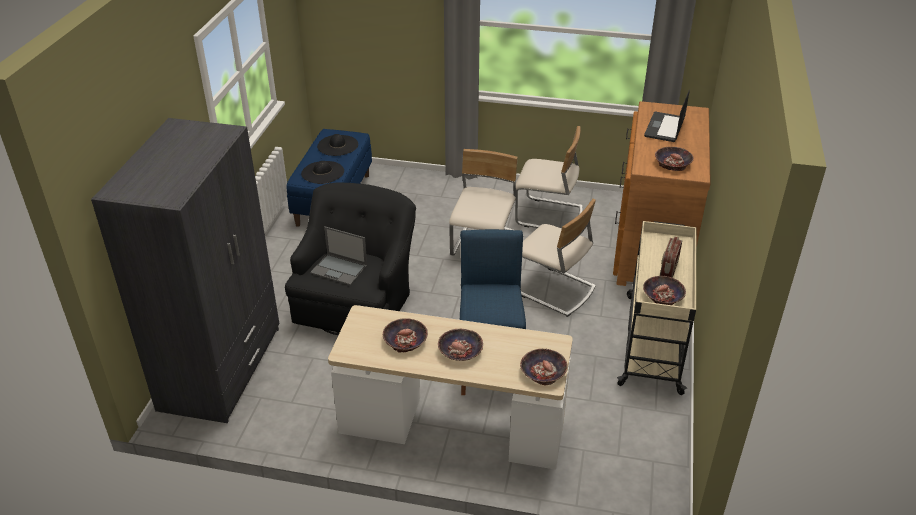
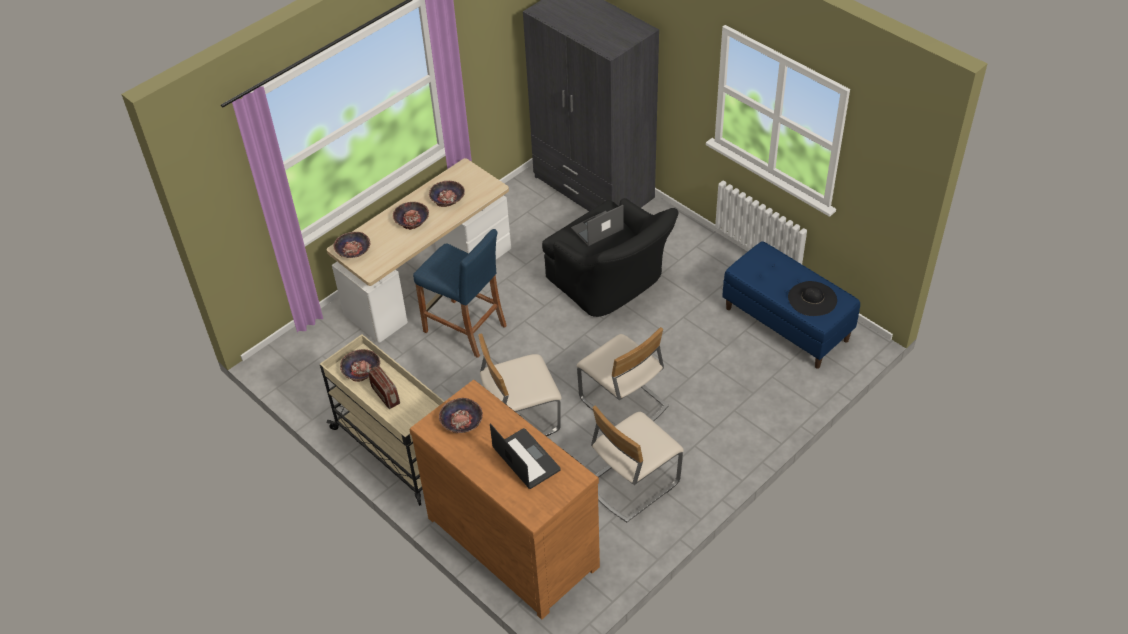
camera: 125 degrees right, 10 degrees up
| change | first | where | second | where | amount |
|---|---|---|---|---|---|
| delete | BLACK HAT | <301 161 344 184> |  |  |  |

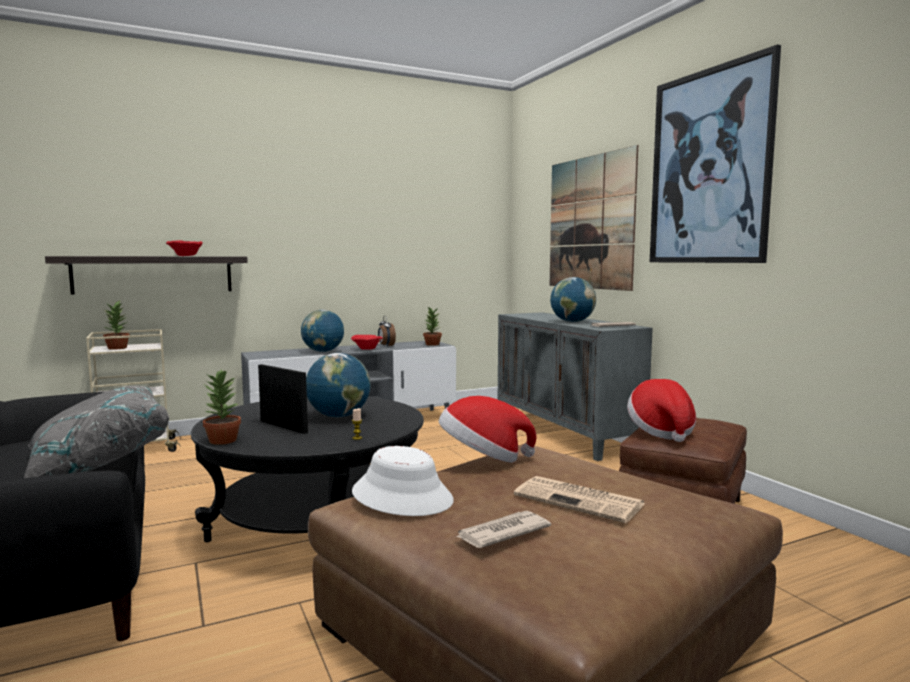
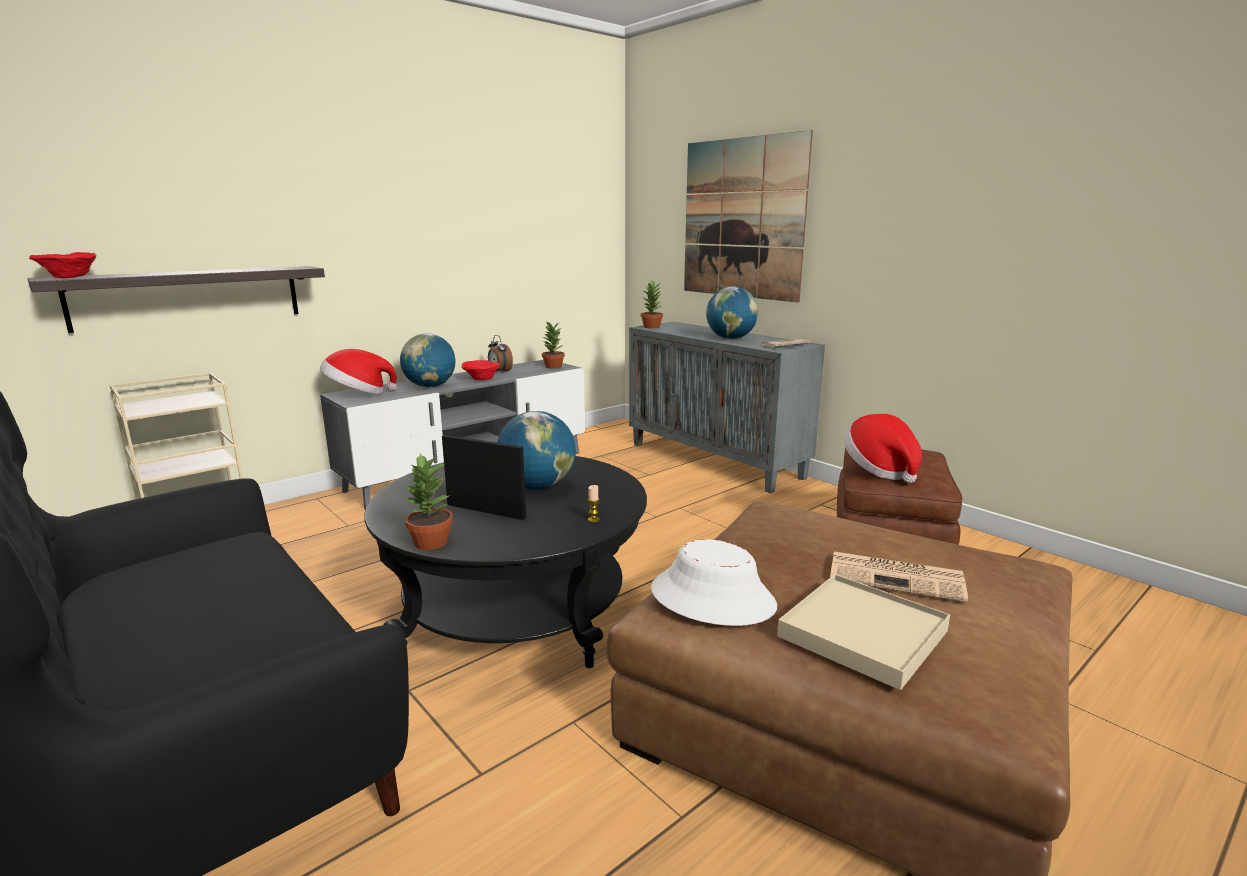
camera: 15 degrees left, 10 degrees up
| change | first | where | second | where | amount |
|---|---|---|---|---|---|
| move | RED BOWL | <166 240 203 256> |  | <29 252 97 278> |  |
| move | HAT | <439 396 536 463> |  | <320 349 397 394> |  |
| move | POTTED PLANT | <102 301 130 350> |  | <641 280 663 329> |  |
| replace | NEWSPAPER | <456 511 551 548> | BEIGE TRAY | <777 574 950 690> |  |
| delete | GREY PILLOW | <24 386 169 478> |  |  |  |
| delete | PICTURE | <650 44 781 263> |  |  |  |

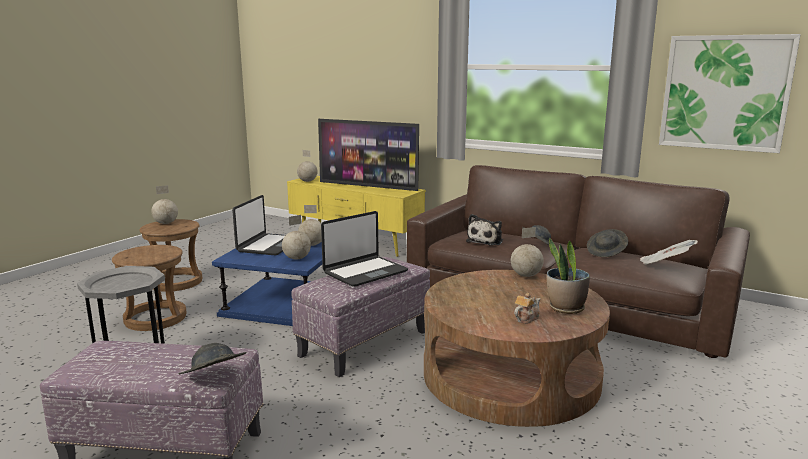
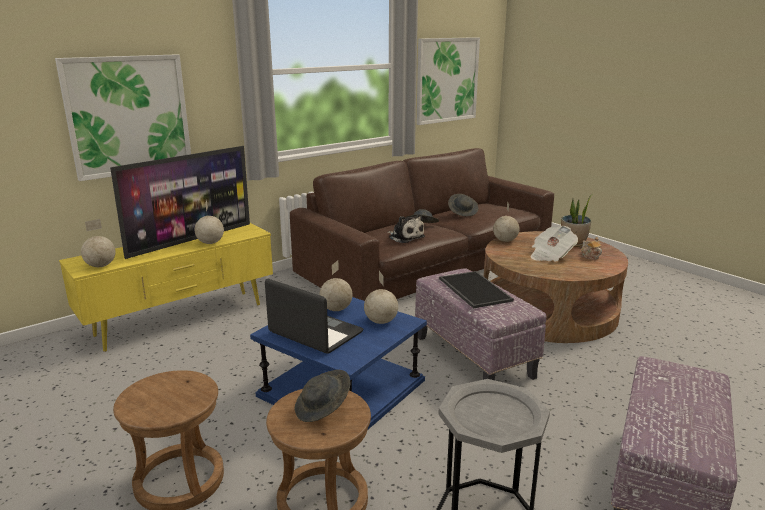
camera: 70 degrees left, 5 degrees up
| change | first | where | second | where | amount |
|---|---|---|---|---|---|
| insert |  |  | PICTURE | <55 54 191 181> |  |
| move | GLOBE | <151 185 178 224> |  | <195 200 224 244> |  |
| move | GREY HAT | <179 343 247 374> |  | <295 370 350 422> |  |
| replace | LAPTOP | <321 211 408 287> | TRAY | <439 271 514 308> |  |
| move | NEWSPAPER | <640 240 698 265> |  | <531 226 578 262> |  |

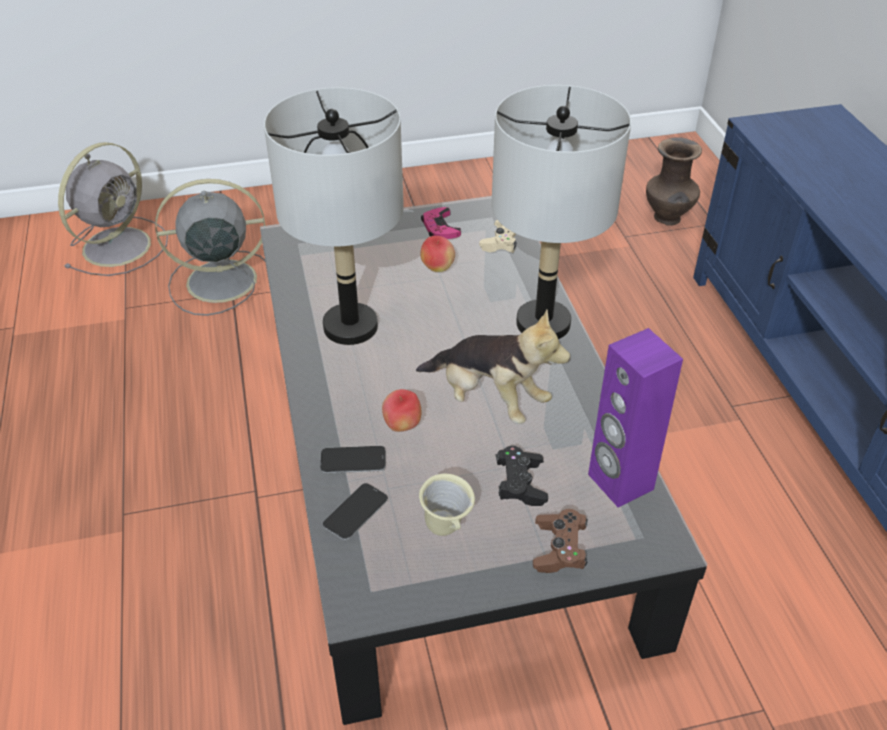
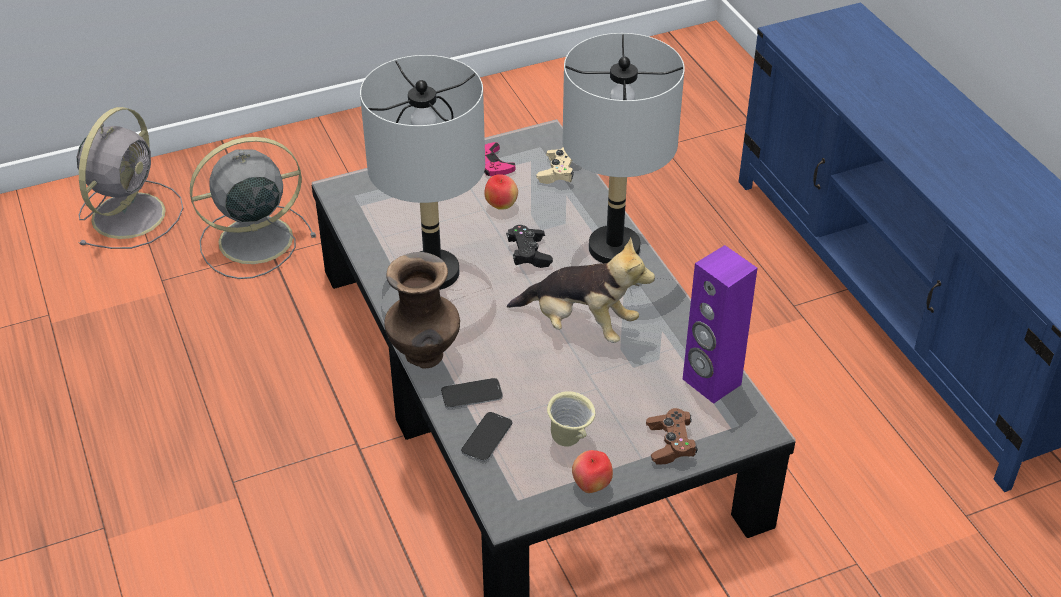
camera: 10 degrees left, 0 degrees up
| change | first | where | second | where | amount |
|---|---|---|---|---|---|
| move | BROWN VASE | <646 137 702 226> |  | <384 252 460 369> |  |
| move | BLACK GAME CONTROLLER | <495 446 548 506> |  | <506 225 553 268> |  |
| move | APPLE | <382 389 421 432> |  | <572 450 613 493> |  |

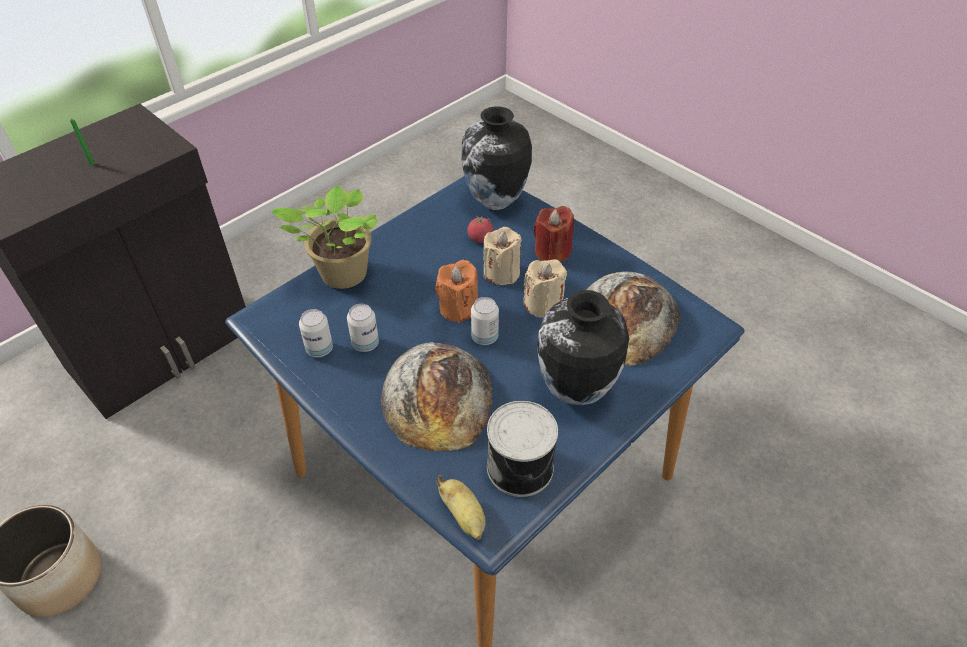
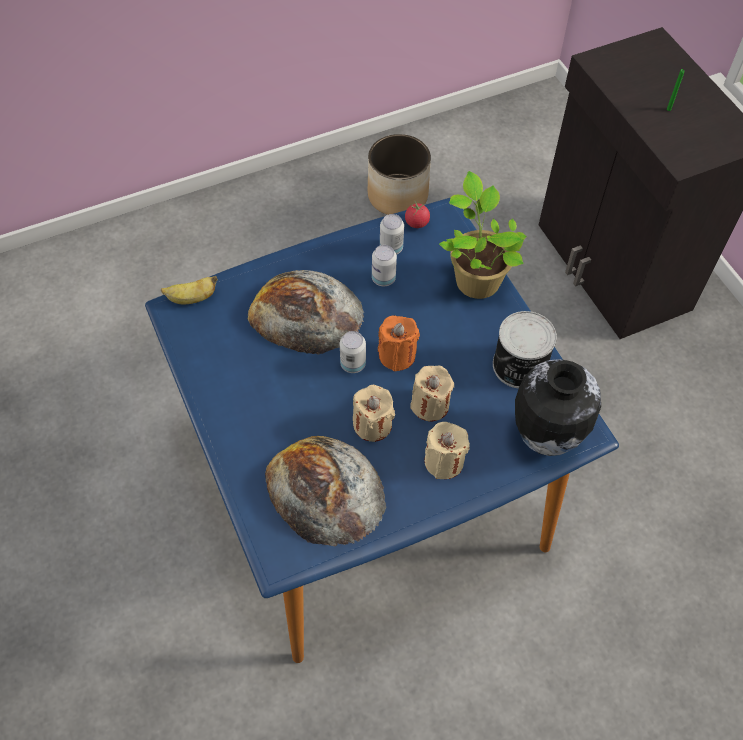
camera: 110 degrees right, 10 degrees up
| change | first | where | second | where | amount |
|---|---|---|---|---|---|
| move | TOMATO | <467 216 493 243> |  | <405 201 430 228> |  |
| recolor | RED CANDLE | <533 206 574 262> | BEIGE CANDLE | <424 422 470 479> |  |
| move | CAN | <487 401 558 497> |  | <493 311 557 389> |  |
| delete | VASE | <537 290 629 405> |  |  |  |

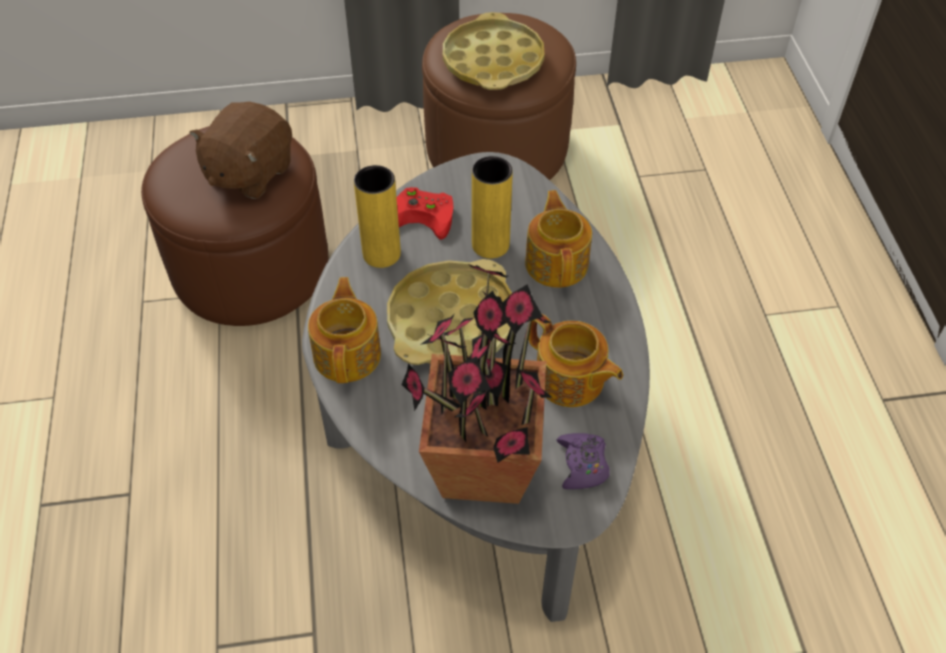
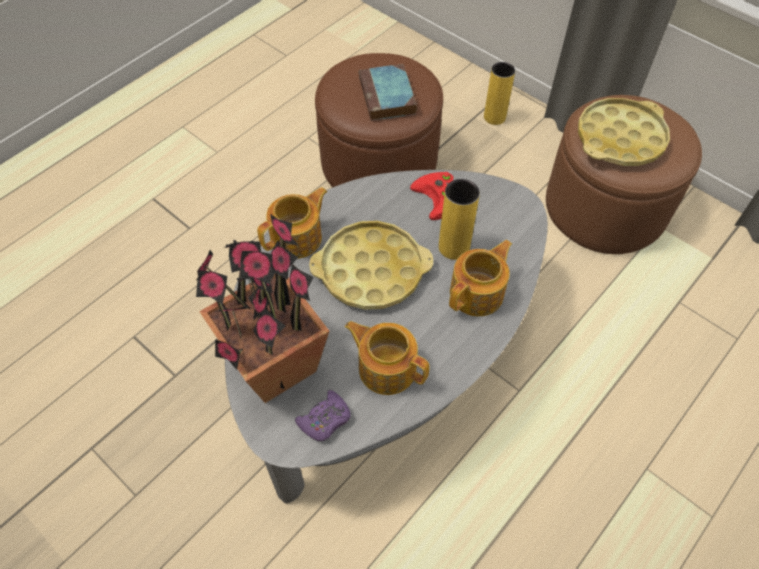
camera: 50 degrees right, 5 degrees up
| change | first | where | second | where | amount |
|---|---|---|---|---|---|
| rotate | TEAPOT | <529 313 623 407> |  | <345 321 429 395> | 120 degrees clockwise |
| replace | BROWN PLUSH TOY | <189 101 292 199> | BOOK | <359 64 417 121> |  |
| move | YELLOW VASE | <354 165 401 268> |  | <484 62 515 125> |  |

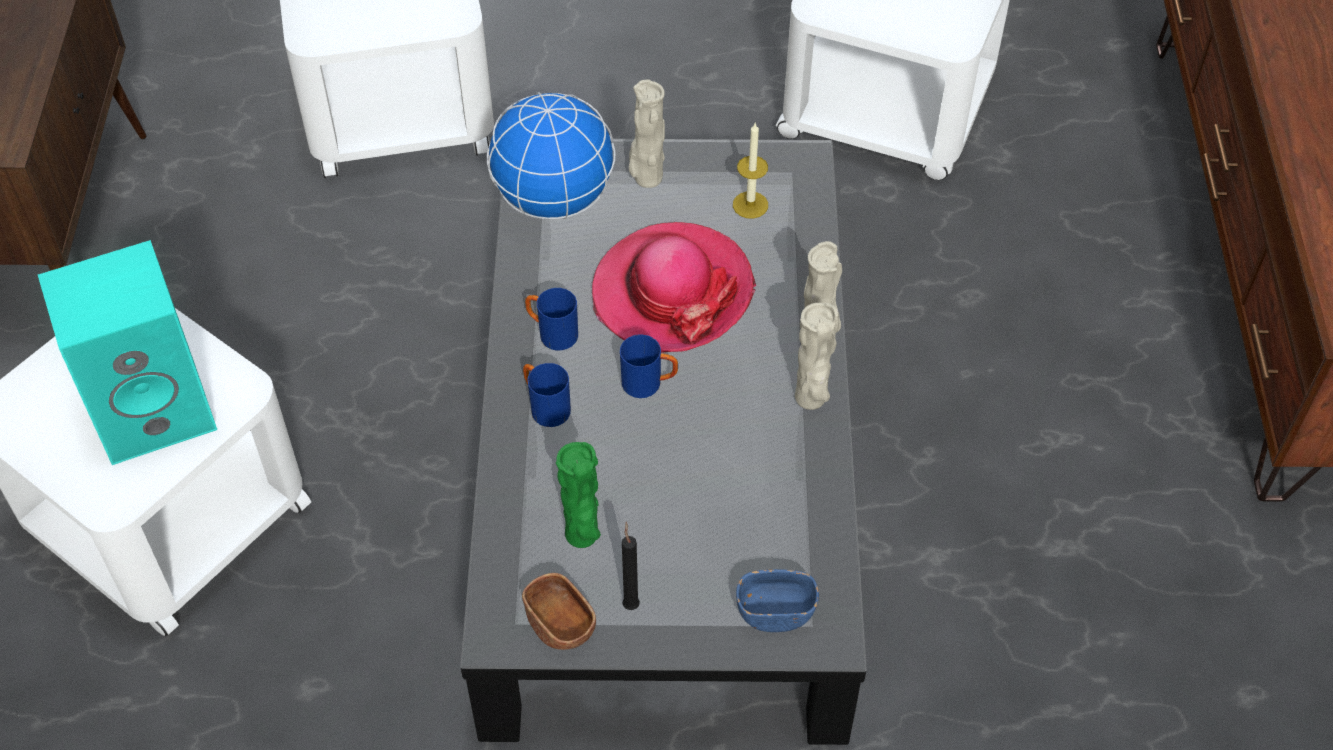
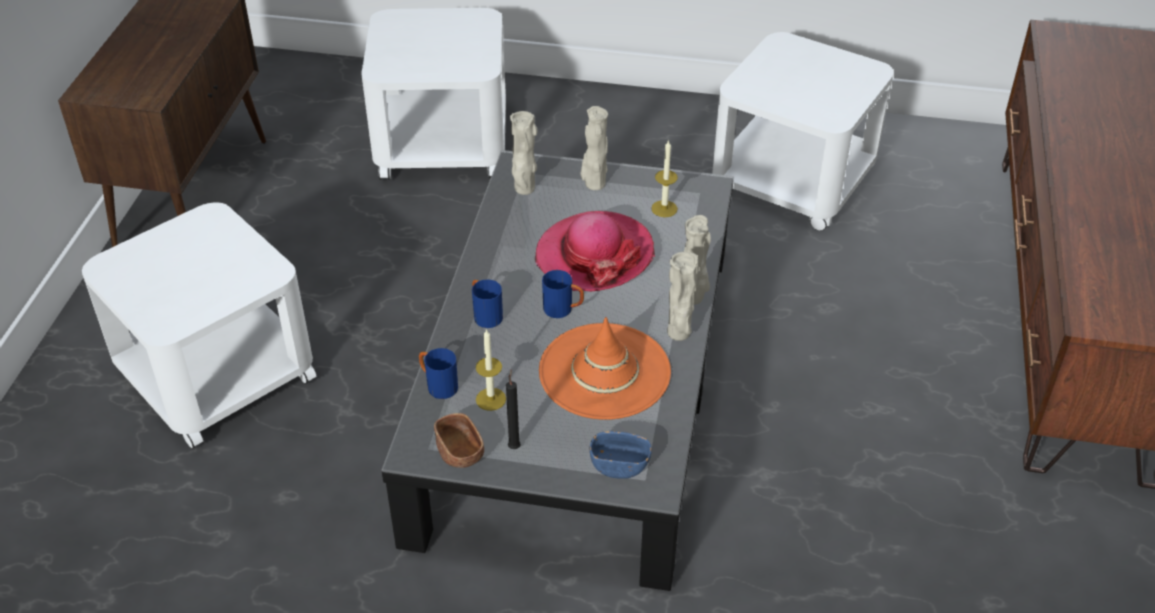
camera: 10 degrees right, 10 degrees down
| change | first | where | second | where | amount |
|---|---|---|---|---|---|
| move | BLUE MUG | <525 288 578 350> |  | <419 348 458 399> |  |
| replace | GREEN VASE | <556 442 601 548> | CANDLE | <476 329 506 411> |  |
| replace | GLOBE | <487 92 615 219> | BEIGE VASE | <510 111 538 195> |  |
| insert |  |  | ORANGE HAT | <539 317 671 420> |  |
| delete | TURQUOISE SPEAKER | <38 240 217 465> |  |  |  |

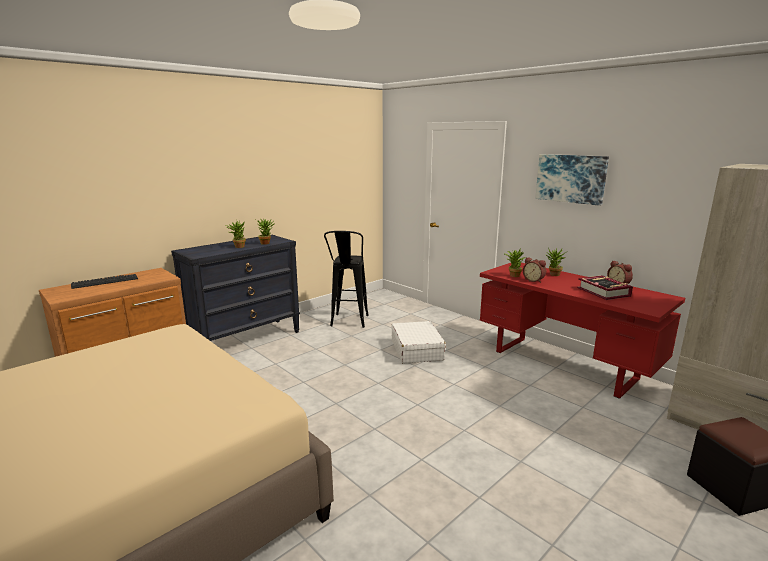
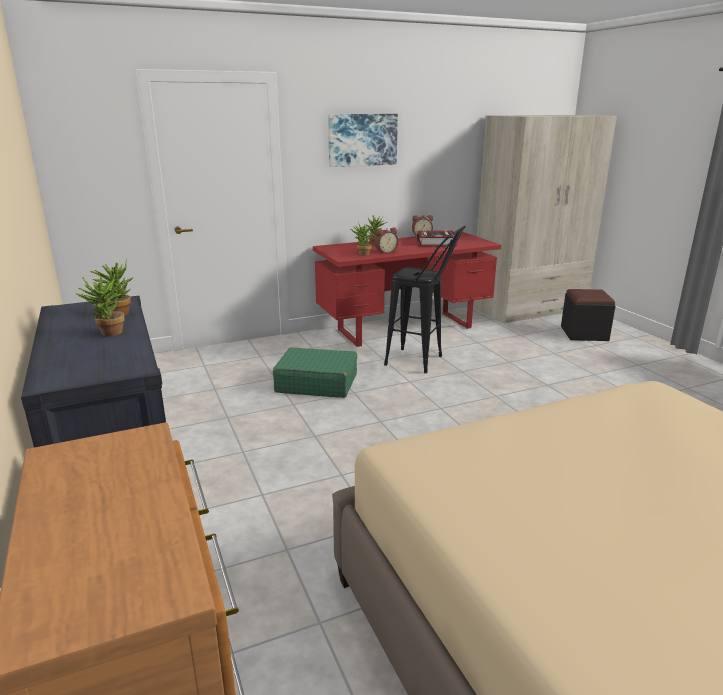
camera: 70 degrees left, 5 degrees up
| change | first | where | second | where | amount |
|---|---|---|---|---|---|
| recolor | WHITE SUITCASE | <391 321 446 364> | GREEN SUITCASE | <273 347 357 398> |  |
| move | BLACK STOOL | <324 231 369 328> |  | <384 226 466 373> |  |
| delete | KEYBOARD | <71 274 138 289> |  |  |  |

